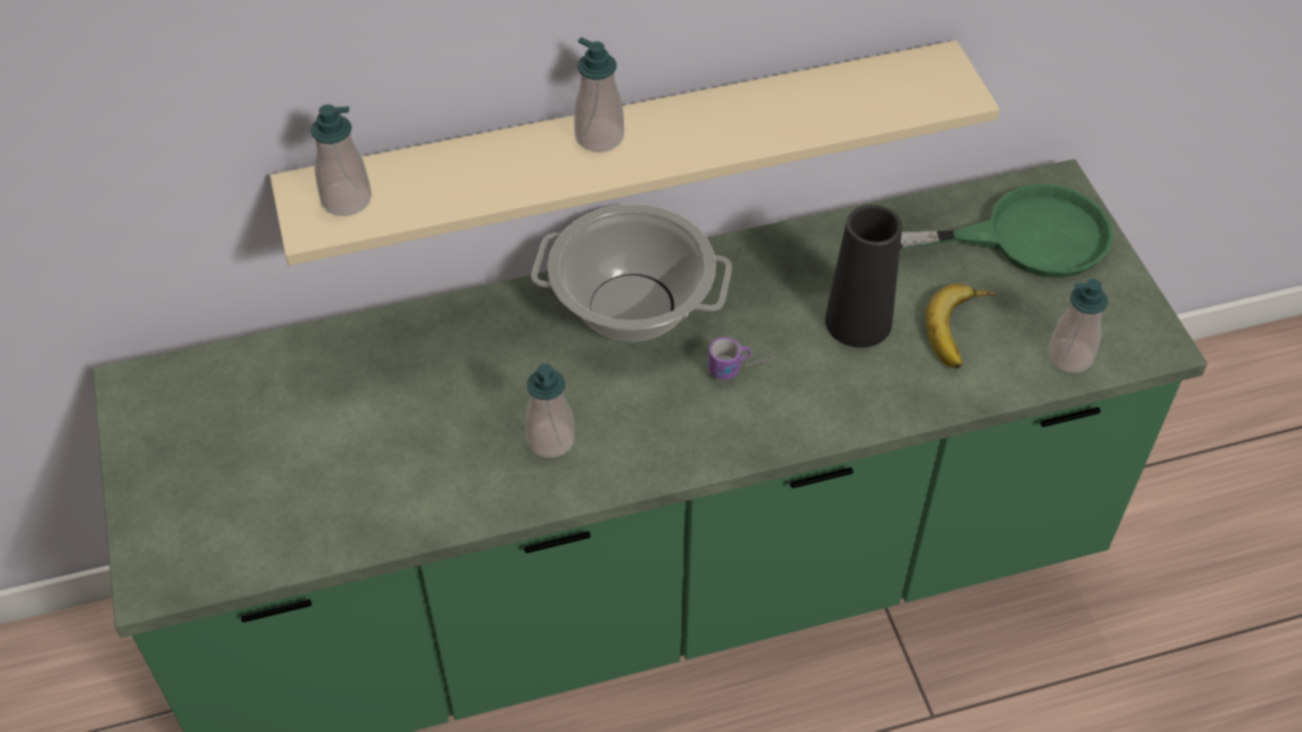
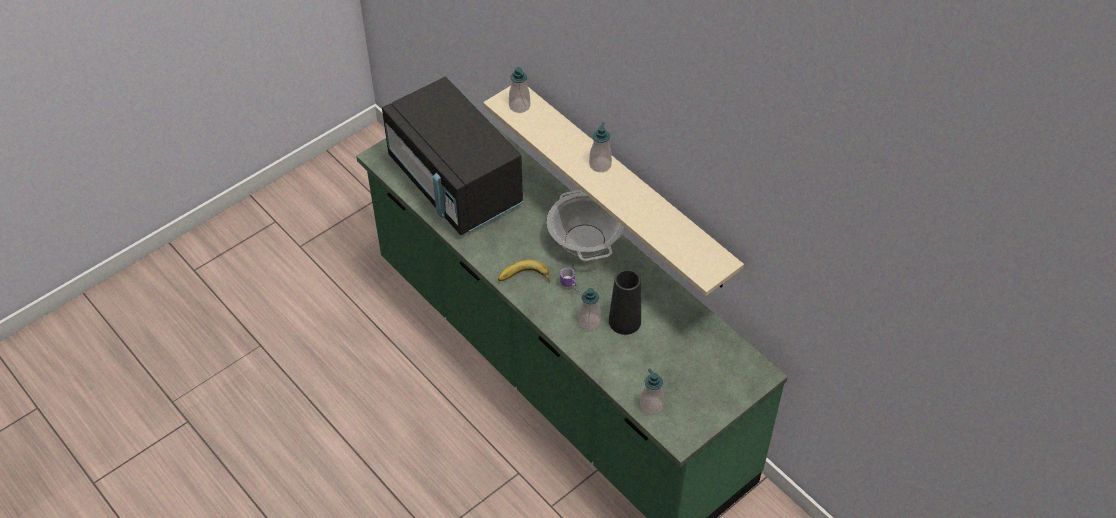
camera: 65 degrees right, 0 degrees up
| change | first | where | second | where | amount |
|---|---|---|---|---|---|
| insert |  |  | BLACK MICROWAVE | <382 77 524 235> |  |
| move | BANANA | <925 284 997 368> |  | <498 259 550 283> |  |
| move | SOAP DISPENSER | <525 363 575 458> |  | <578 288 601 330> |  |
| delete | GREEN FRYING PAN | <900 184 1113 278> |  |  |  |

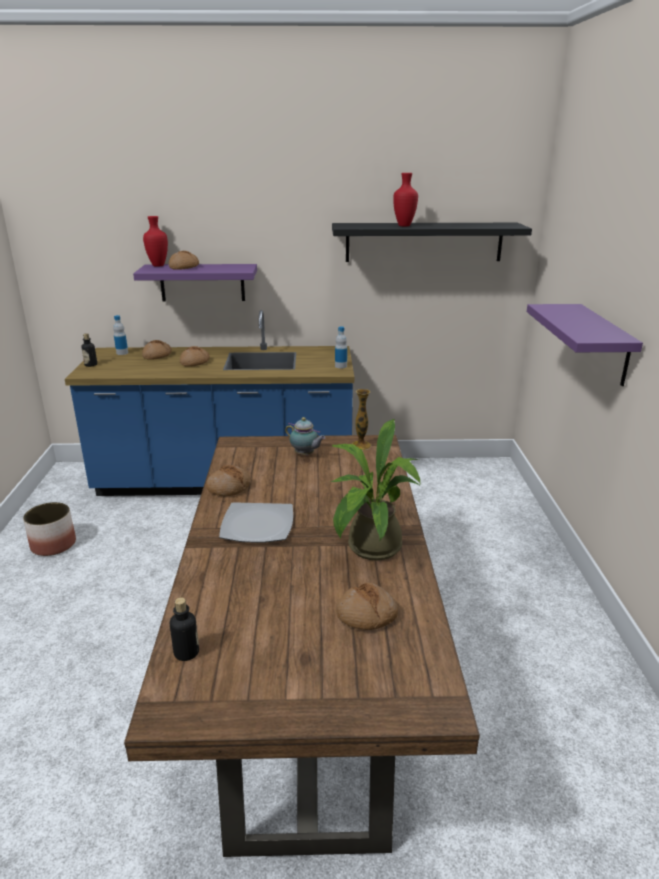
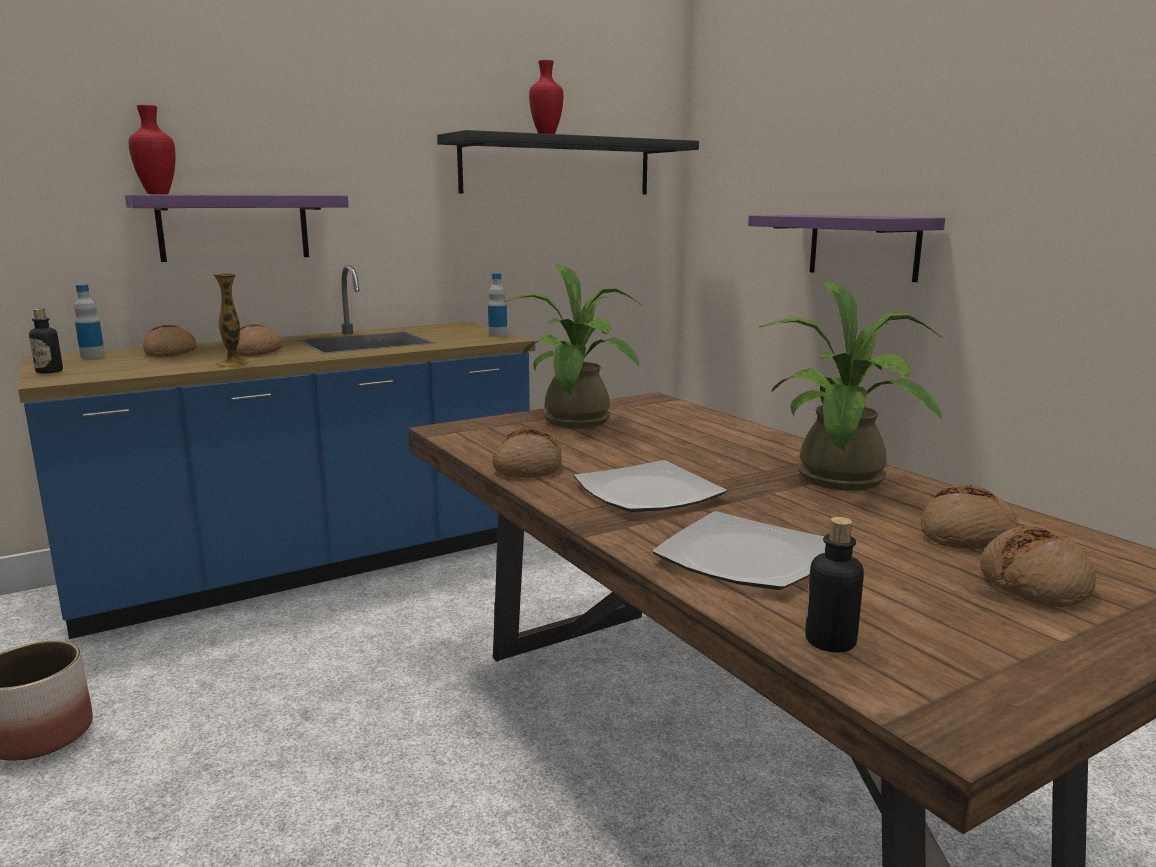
camera: 30 degrees left, 10 degrees down
| change | first | where | second | where | amount |
|---|---|---|---|---|---|
| move | VASE | <351 389 371 450> |  | <213 273 250 367> |  |
| replace | TEAPOT | <285 417 325 456> | POTTED PLANT | <503 264 641 428> |  |
| insert |  |  | PLATE | <652 511 826 590> |  |
| move | BREAD | <169 251 199 270> |  | <980 526 1096 607> |  |

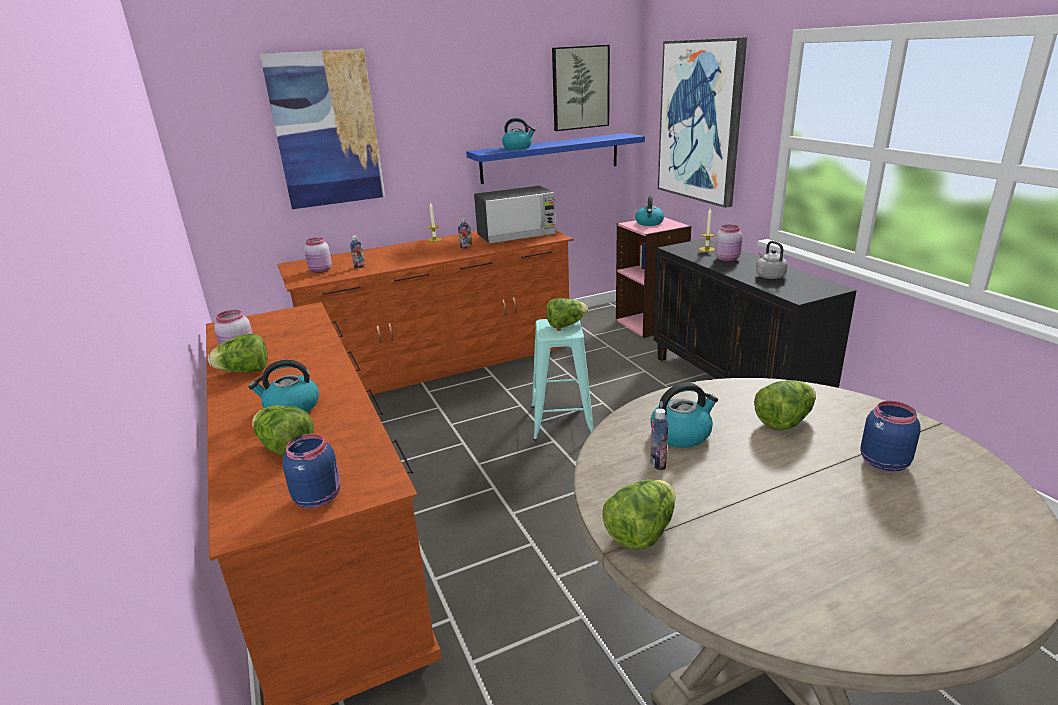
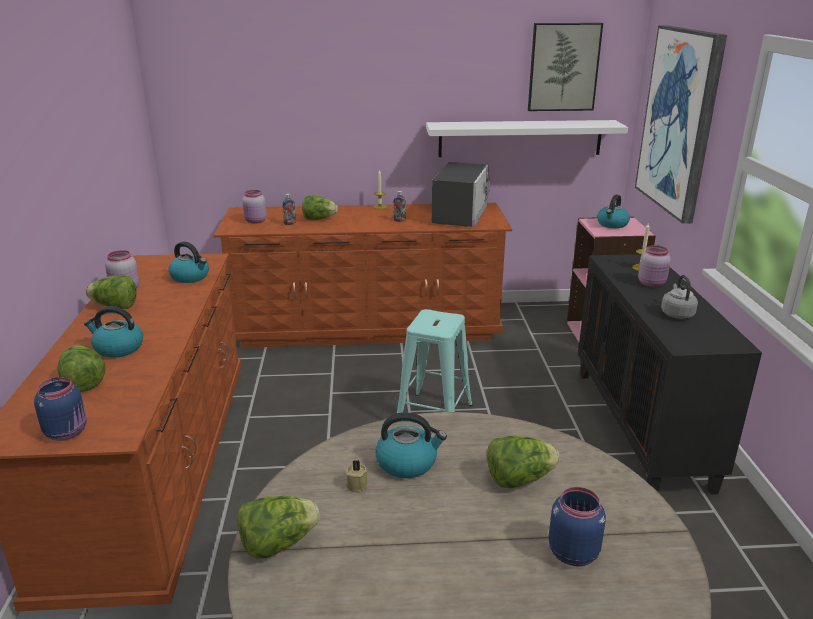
camera: 20 degrees right, 0 degrees up
| change | first | where | second | where | amount |
|---|---|---|---|---|---|
| move | KETTLE | <502 118 536 150> |  | <168 241 209 283> |  |
| move | LETTUCE | <546 298 588 328> |  | <302 195 338 220> |  |
| replace | BOTTLE | <650 408 668 470> | BEIGE CANDLE | <345 460 369 493> |  |
| recolor | BLUE SHELF | <466 133 645 184> | WHITE SHELF | <426 120 628 157> |  |
| rotate | MICROWAVE | <474 186 556 244> |  | <432 162 490 227> | 75 degrees counterclockwise |
| delete | PICTURE | <260 49 385 209> |  |  |  |

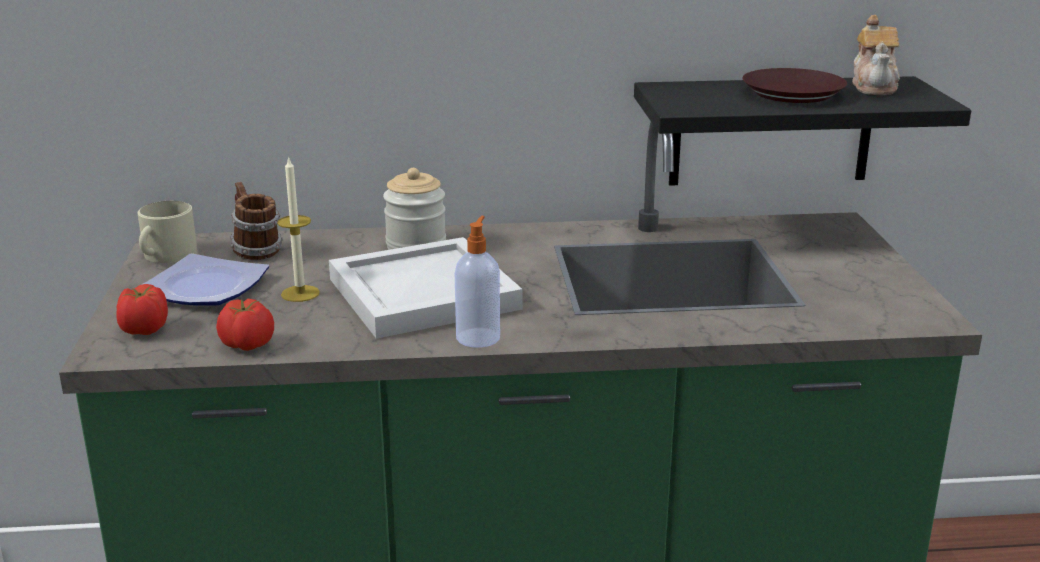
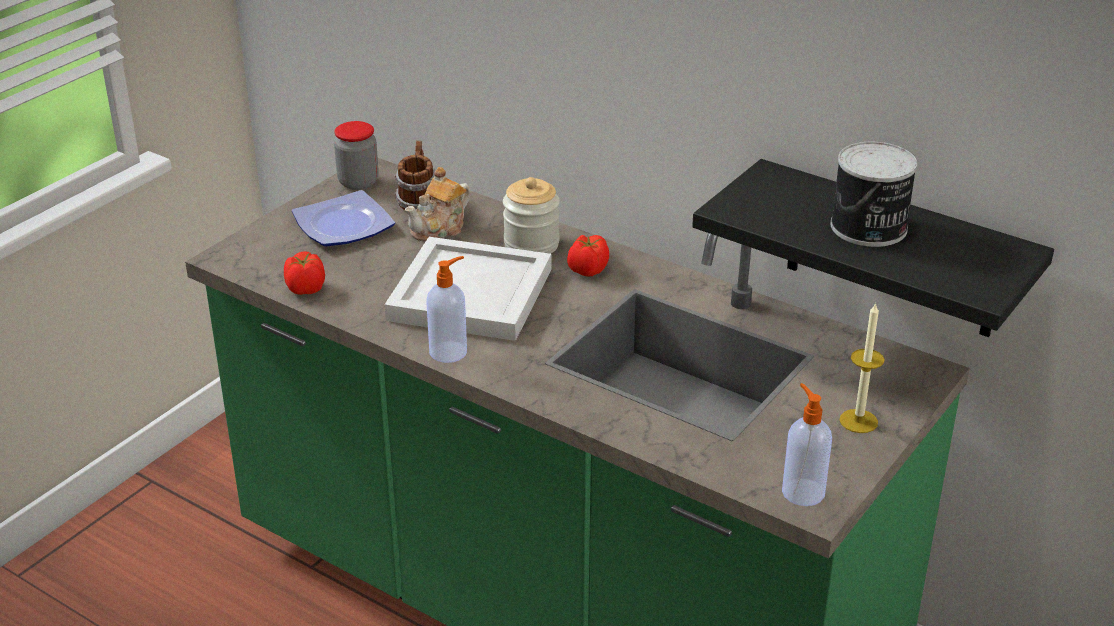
camera: 40 degrees right, 10 degrees up
| change | first | where | second | where | amount |
|---|---|---|---|---|---|
| replace | BEIGE MUG | <138 201 197 263> | JAR | <334 121 379 190> |  |
| move | TEAPOT | <852 15 900 95> |  | <405 167 471 242> |  |
| move | TOMATO | <116 284 168 335> |  | <567 235 609 277> |  |
| insert |  |  | SOAP DISPENSER | <782 383 832 506> |  |
| replace | BROWN PLATE | <742 68 847 103> | CAN | <831 142 918 247> |  |
| move | CANDLE | <277 156 320 302> |  | <840 302 885 433> |  |

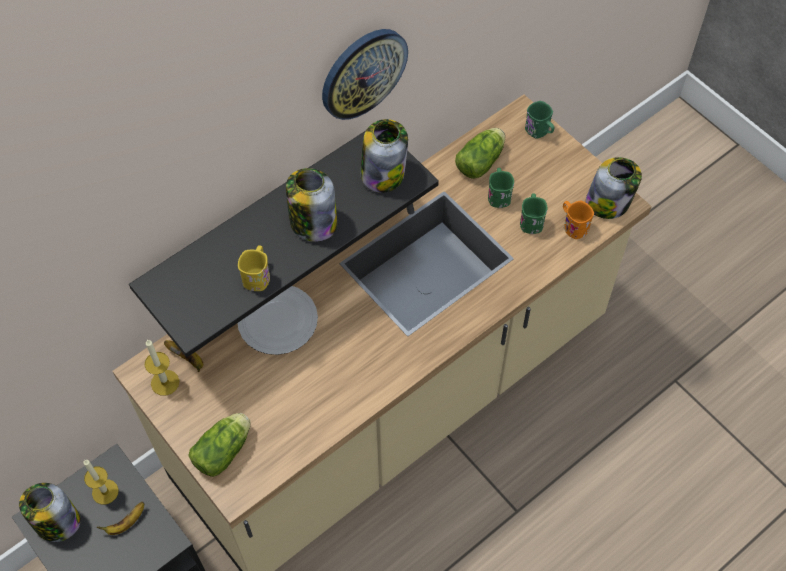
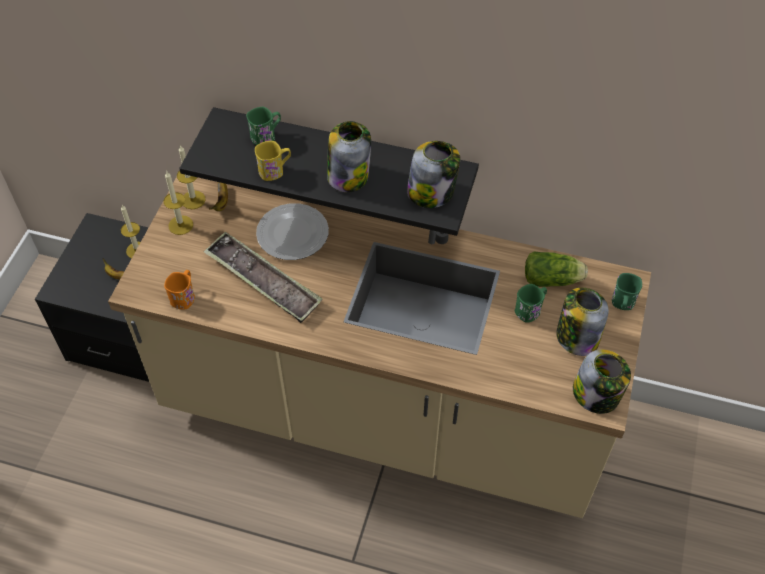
camera: 55 degrees right, 5 degrees down
| change | first | where | second | where | amount |
|---|---|---|---|---|---|
| insert |  |  | CANDLE | <164 172 193 235> |  |
| move | ORANGE MUG | <563 201 594 239> |  | <164 270 195 310> |  |
| insert |  |  | TRAY | <204 232 323 323> |  |
| move | GREEN MUG | <520 193 547 234> |  | <246 107 281 145> |  |
| move | JAR | <19 483 81 542> |  | <556 288 609 356> |  |
| delete | LETTUCE | <188 413 250 477> |  |  |  |
| delete | WALL CLOCK | <322 29 408 120> |  |  |  |

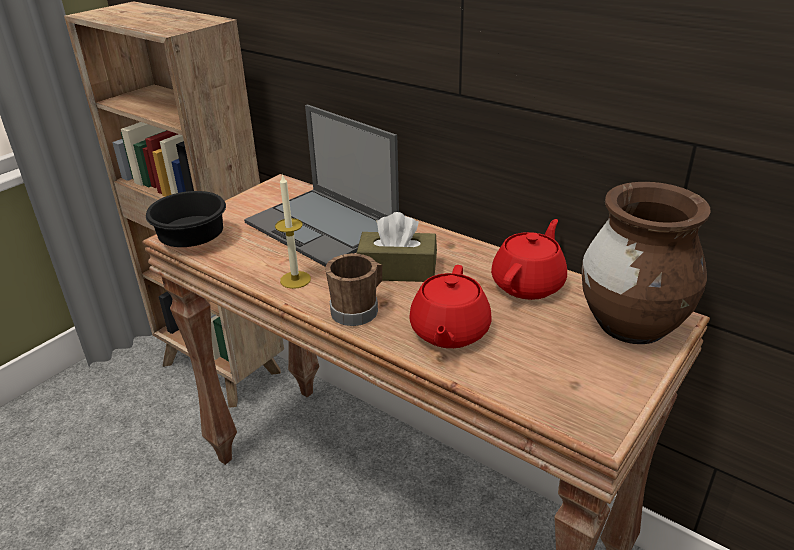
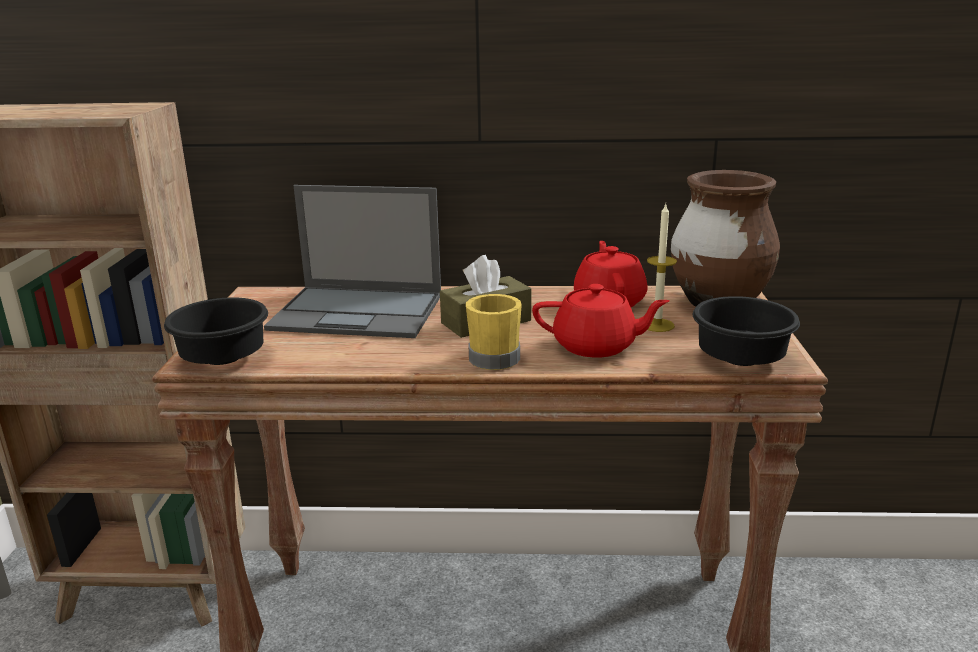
camera: 35 degrees left, 10 degrees down
| change | first | where | second | where | amount |
|---|---|---|---|---|---|
| recolor | BROWN MUG | <325 253 382 326> | YELLOW MUG | <466 294 522 370> |  |
| rotate | RED TEAPOT | <409 265 492 348> |  | <532 284 669 358> | 60 degrees counterclockwise |
| move | CANDLE | <275 174 311 289> |  | <647 204 677 332> |  |
| insert |  |  | BLACK BOWL | <693 296 800 366> |  |

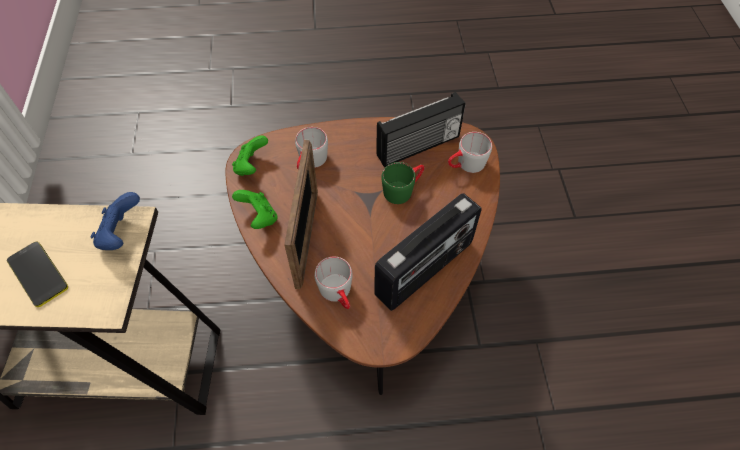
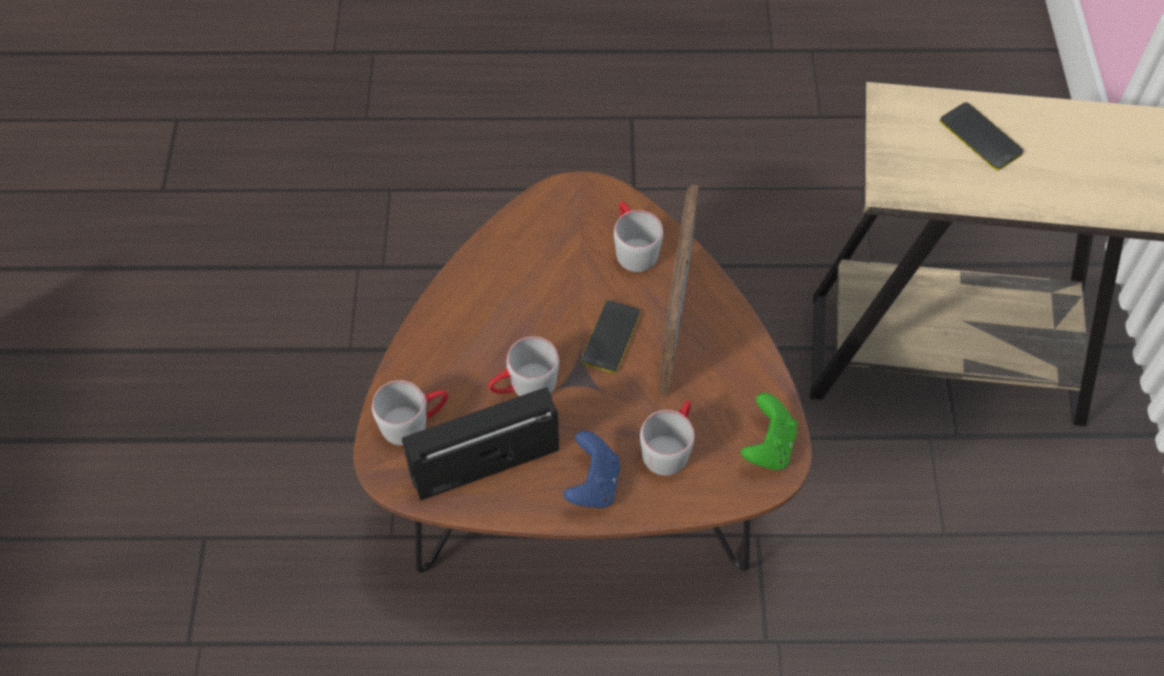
camera: 175 degrees left, 0 degrees up
| change | first | where | second | where | amount |
|---|---|---|---|---|---|
| recolor | GREEN MUG | <381 162 424 204> | GREY MUG | <488 337 559 396> |  |
| move | BLUE GAME CONTROLLER | <91 192 140 250> |  | <563 431 620 508> |  |
| insert |  |  | PHONE | <582 300 640 373> |  |
| delete | GREEN GAME CONTROLLER | <232 190 278 229> |  |  |  |
| delete | RADIO | <374 193 482 311> |  |  |  |

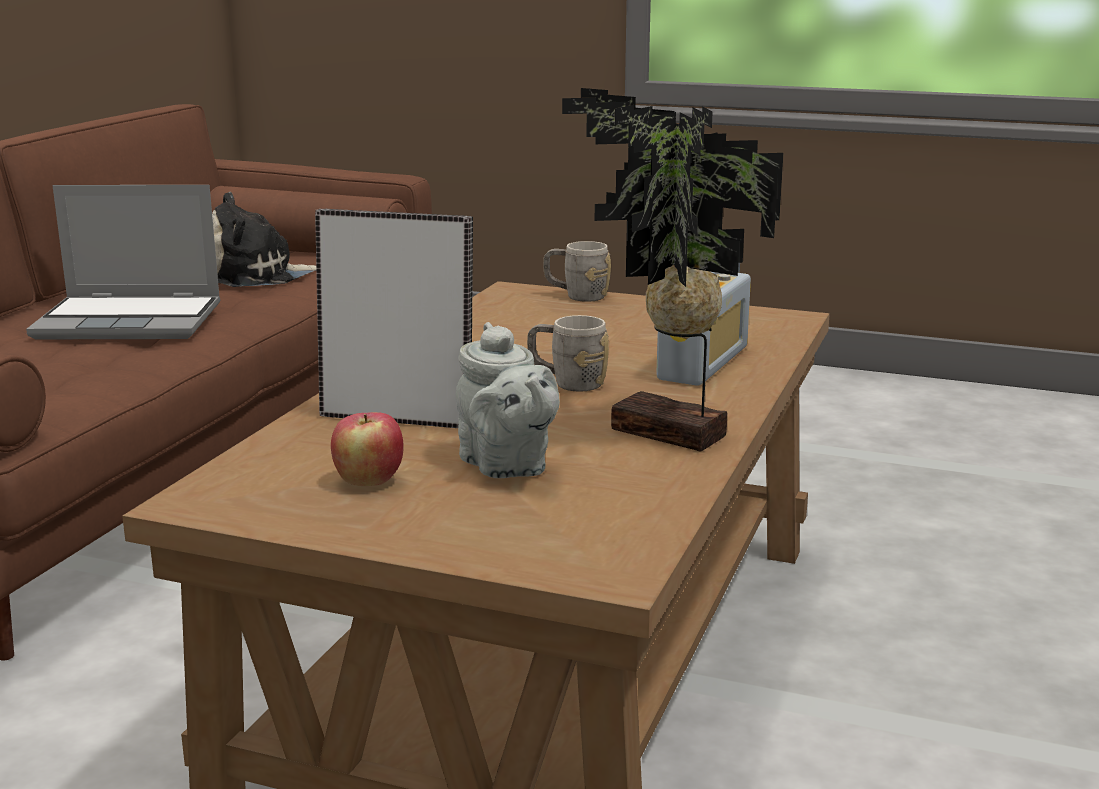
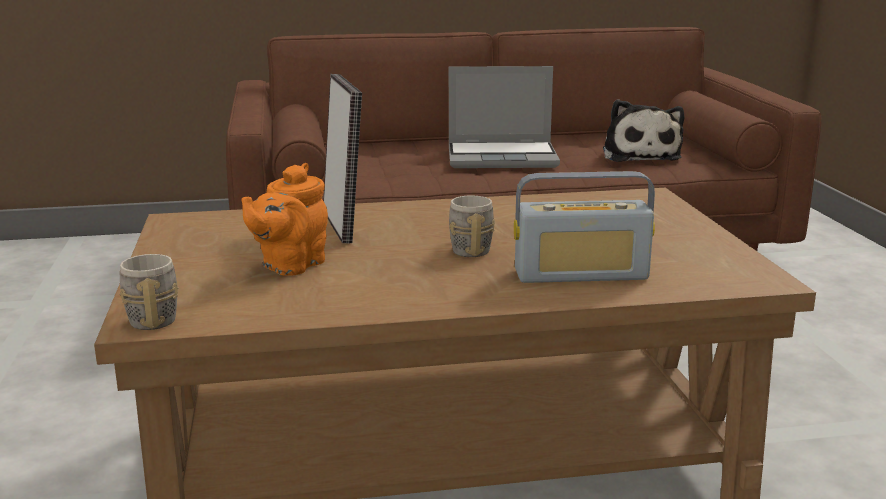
camera: 60 degrees right, 0 degrees up
| change | first | where | second | where | amount |
|---|---|---|---|---|---|
| move | GREY MUG | <543 241 611 302> |  | <120 254 179 330> |  |
| recolor | GREY TEAPOT | <456 322 560 478> | ORANGE TEAPOT | <241 163 328 276> |  |
| rotate | LAPTOP | <26 185 220 339> |  | <449 66 560 168> | 60 degrees counterclockwise |
| rotate | PLUSH TOY | <212 192 316 287> |  | <603 99 684 162> | 135 degrees counterclockwise |
| delete | APPLE | <331 412 403 486> |  |  |  |
| delete | POTTED PLANT | <562 88 783 452> |  |  |  |

